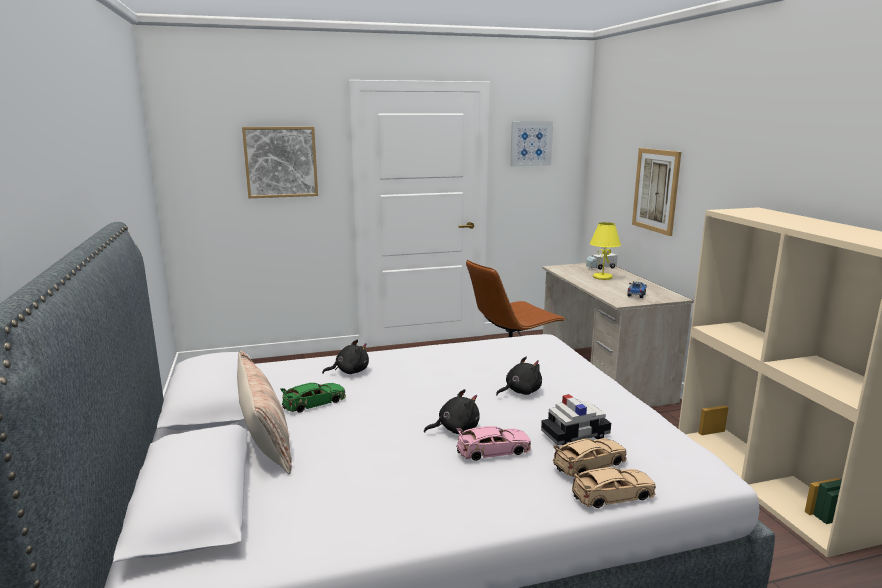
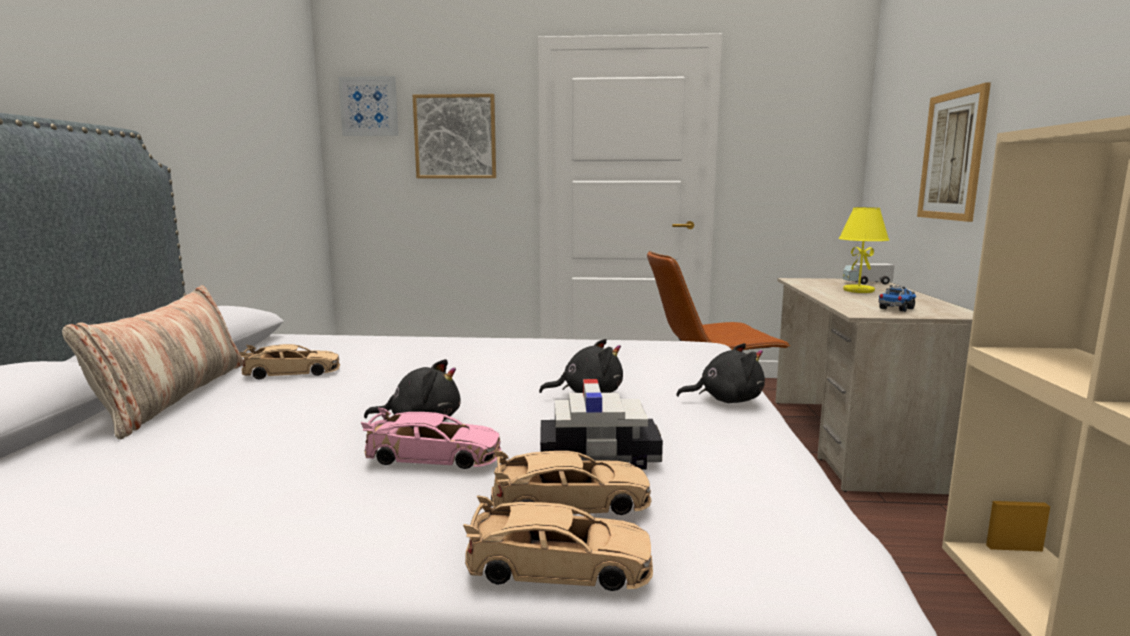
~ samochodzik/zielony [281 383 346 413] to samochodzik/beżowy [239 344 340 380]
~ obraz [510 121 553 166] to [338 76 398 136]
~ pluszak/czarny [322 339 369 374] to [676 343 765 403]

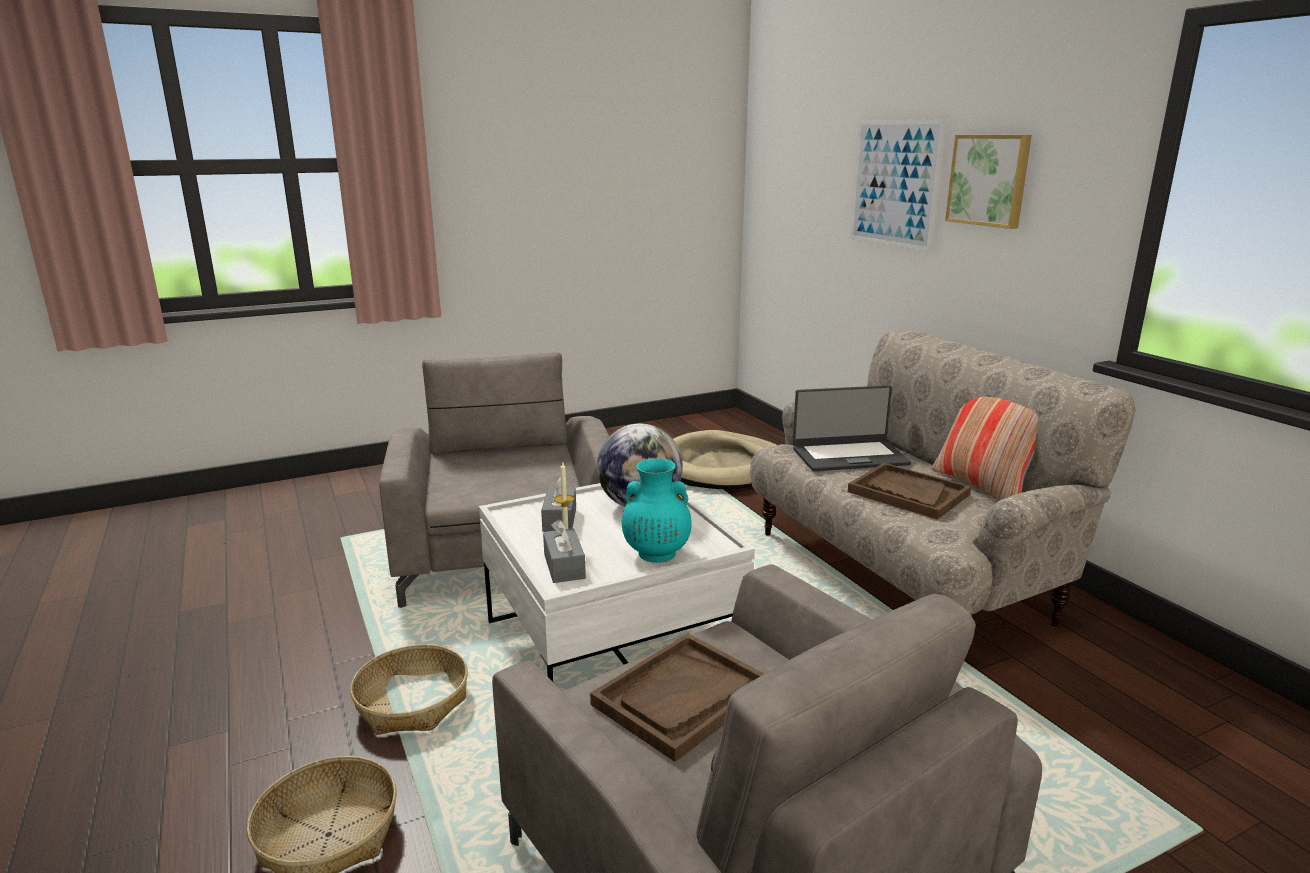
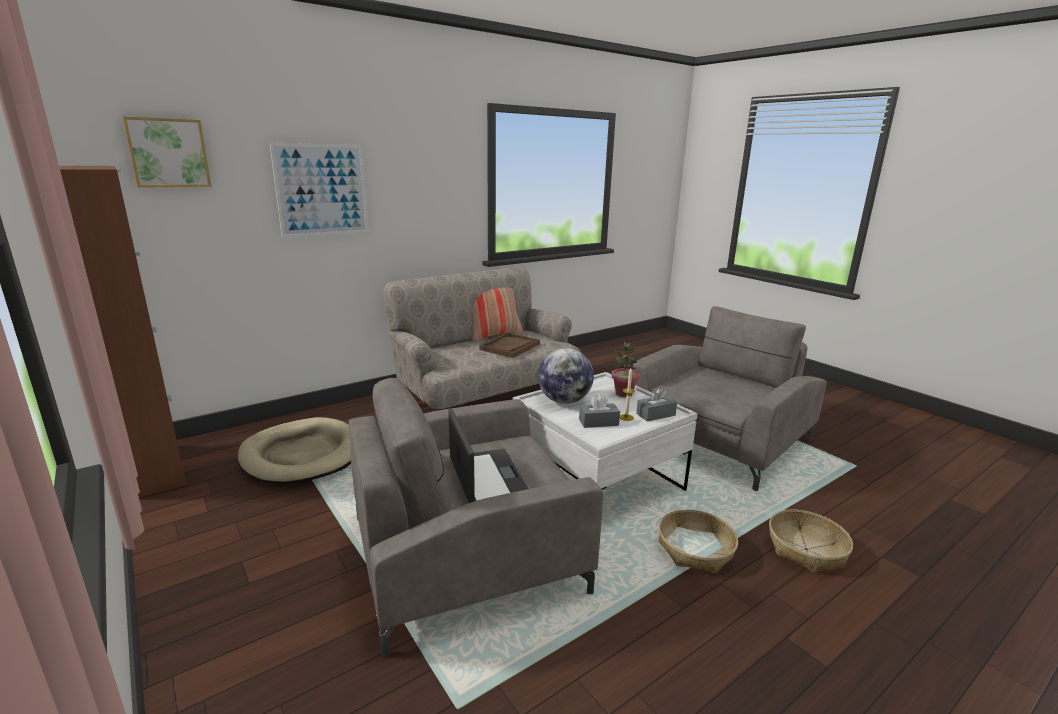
+ szafka/brązowy [59 166 187 498]
~ obraz [945 135 1032 229] to [123 116 212 188]
~ laptop [792 385 911 471] to [448 408 528 503]
~ wazon/turkusowy [622 458 692 563] to roślina doniczkowa [611 342 640 397]
- taca/brązowy [590 634 764 762]

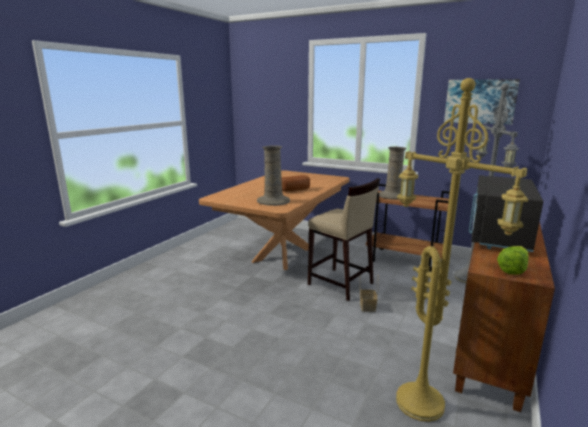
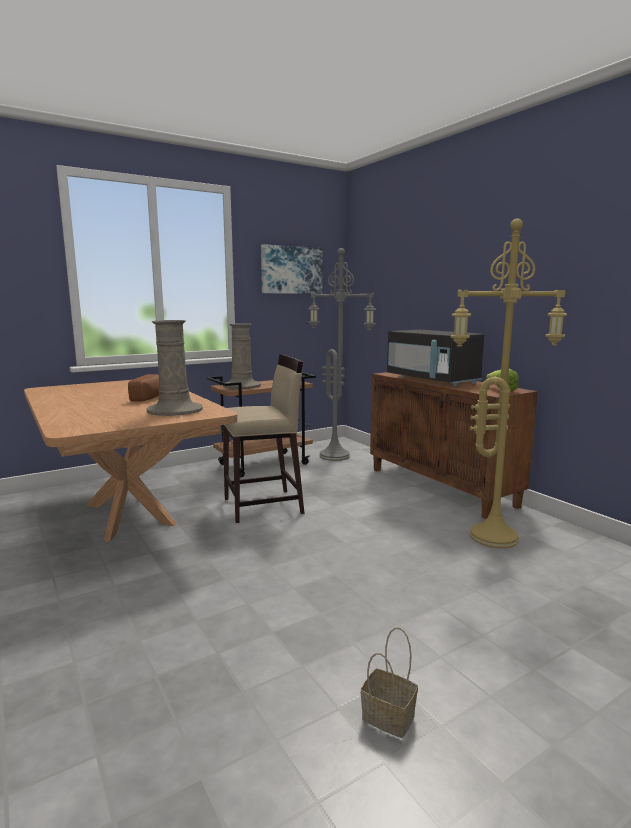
~ koszyk [359 275 379 312] to [361 628 418 738]

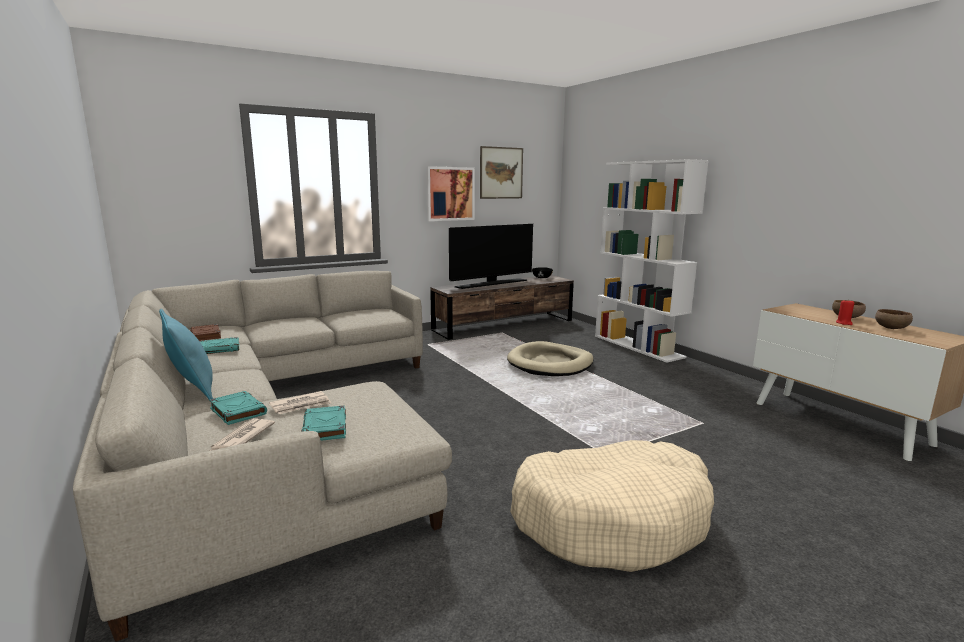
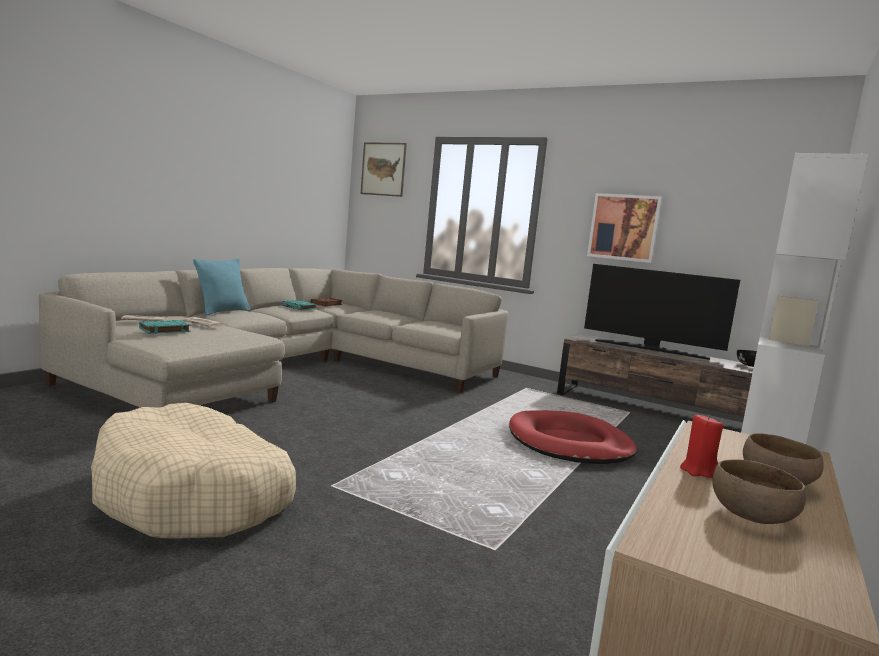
~ obraz [480 146 523 199] to [361 142 407 197]
~ legowisko/beżowy [507 341 594 376] to legowisko/czerwony [509 410 637 464]
- książka/turkusowy [209 391 267 425]

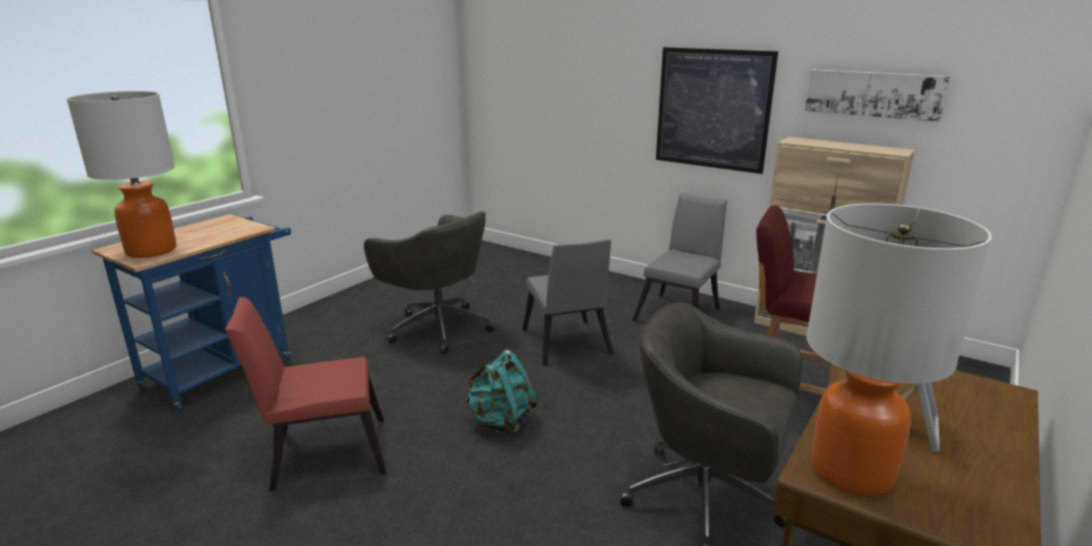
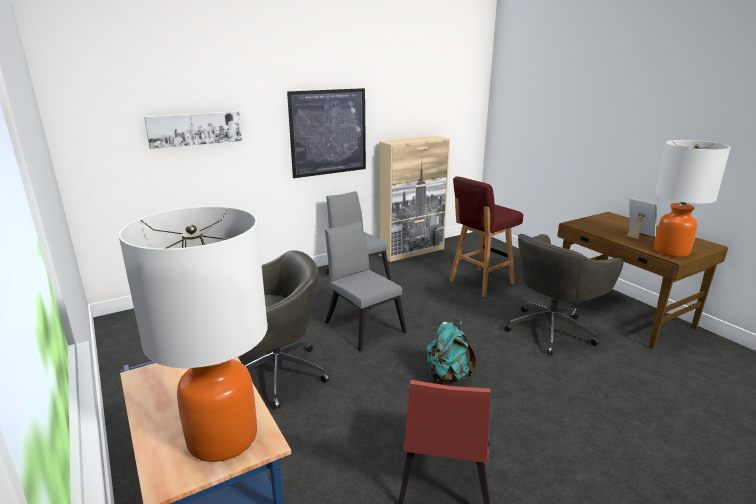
~ obraz [805 69 950 122] to [144 111 242 149]
~ krzesło/szary [522 239 614 366] = [325 222 407 351] 135 degrees counterclockwise

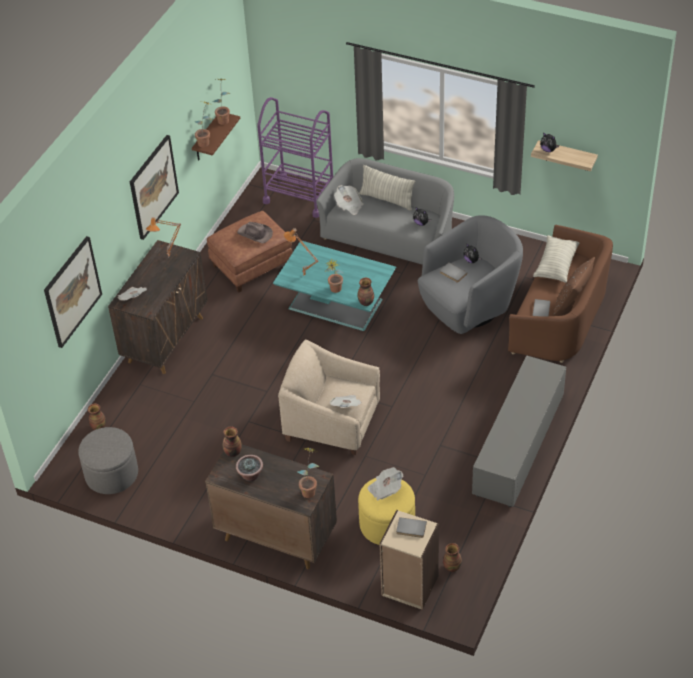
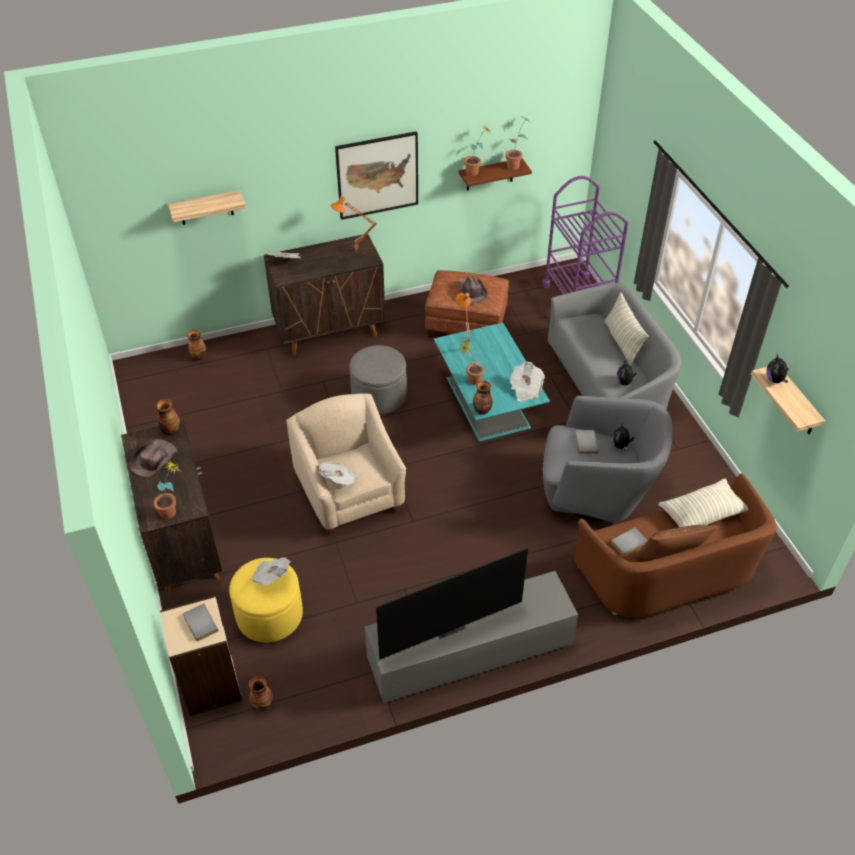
~ roślina doniczkowa [236 455 263 481] to kapelusz/brązowy [130 439 177 477]
~ obraz [44 236 102 348] to półka [168 190 246 225]
~ pufa/szary [78 427 138 494] to [349 345 407 414]
+ telewizor [376 548 528 659]
~ gazeta [334 185 364 215] to [509 362 545 402]

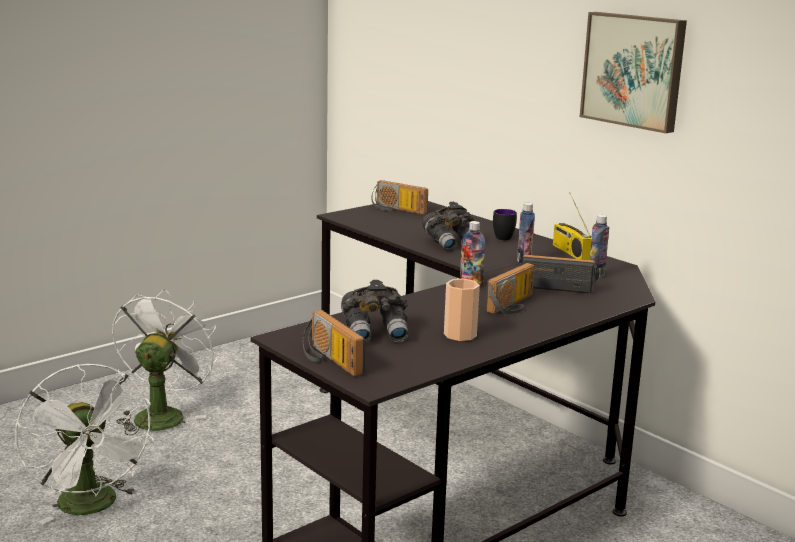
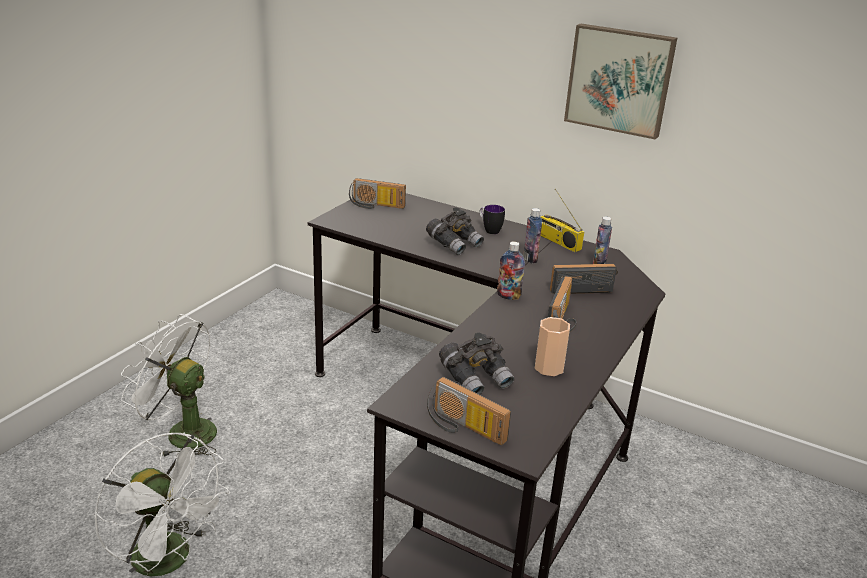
~ wentylator/biały [112 289 220 436] = [121 314 217 457] 60 degrees counterclockwise

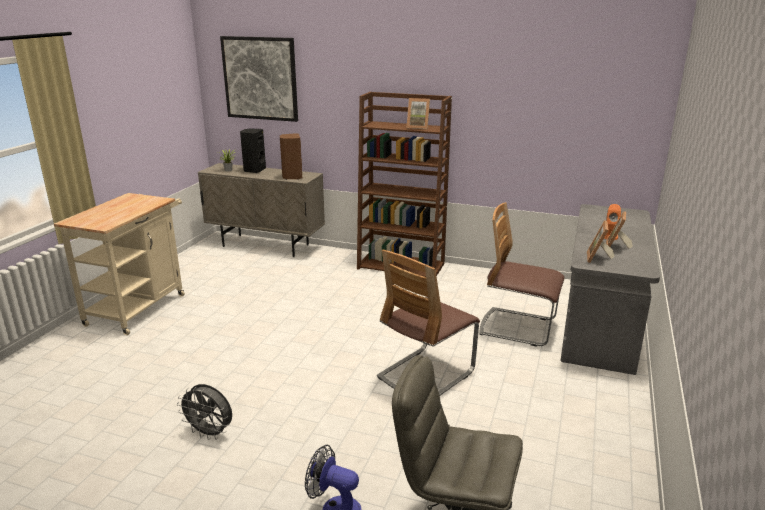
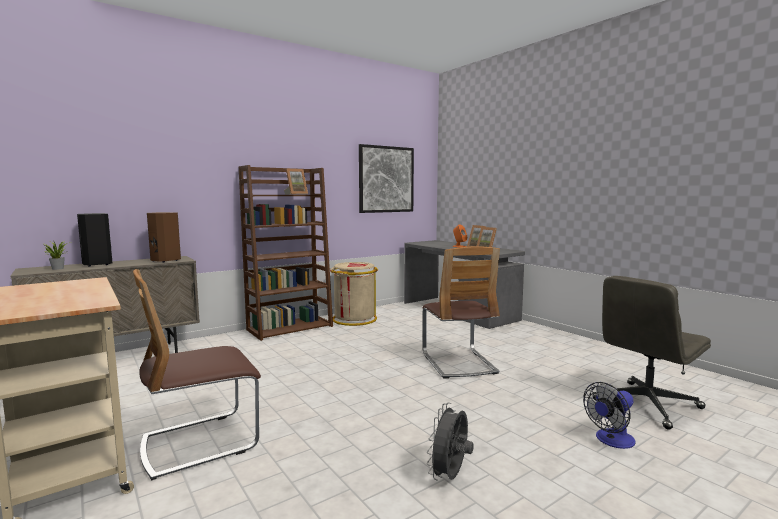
~ krzesło [479 202 564 347] to [133 269 261 480]
+ kosz na śmieci/beżowy [330 262 378 326]
~ obraz [220 36 298 122] to [359 144 414 213]
~ wentylator/szary [177 384 232 440] = [427 403 474 481] 150 degrees clockwise

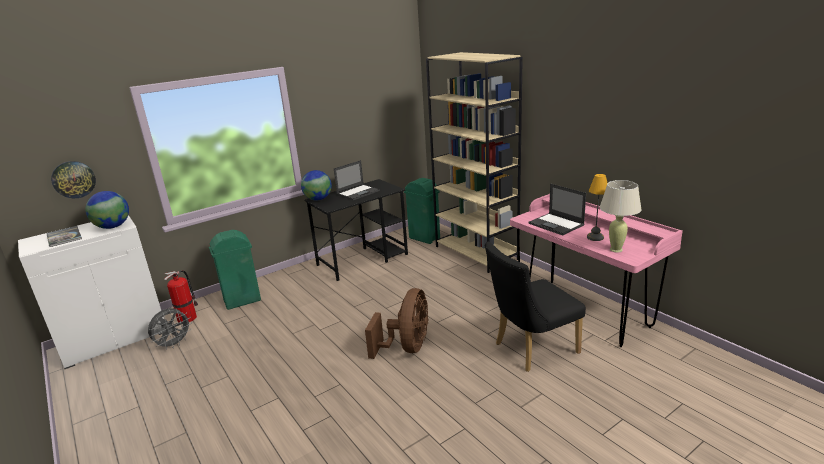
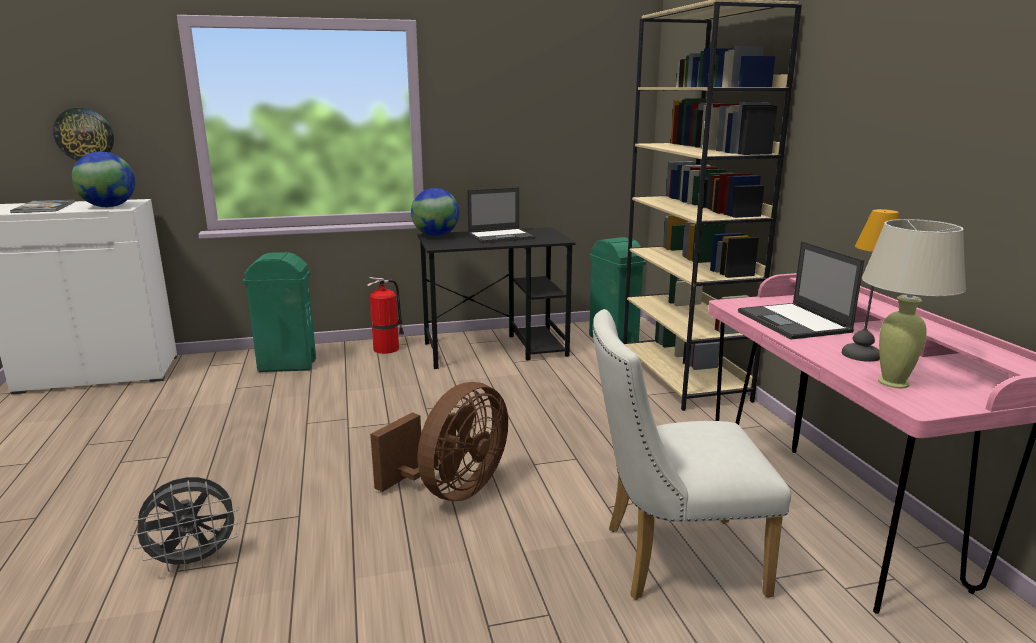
~ wentylator/szary [148 308 192 350] to [130 477 241 572]
~ gaśnica [164 270 198 323] to [368 277 404 354]
~ krzesło/czarny [485 242 586 372] to krzesło/biały [593 309 791 600]

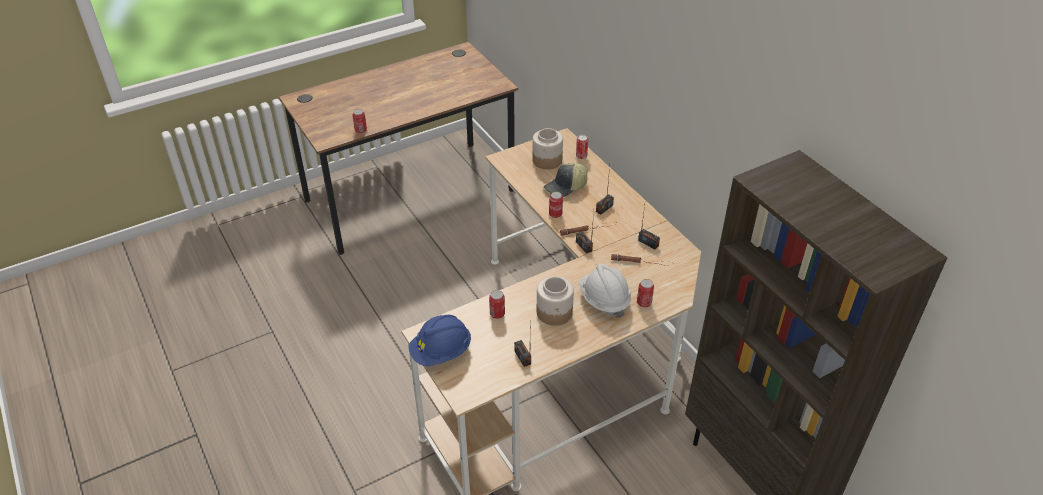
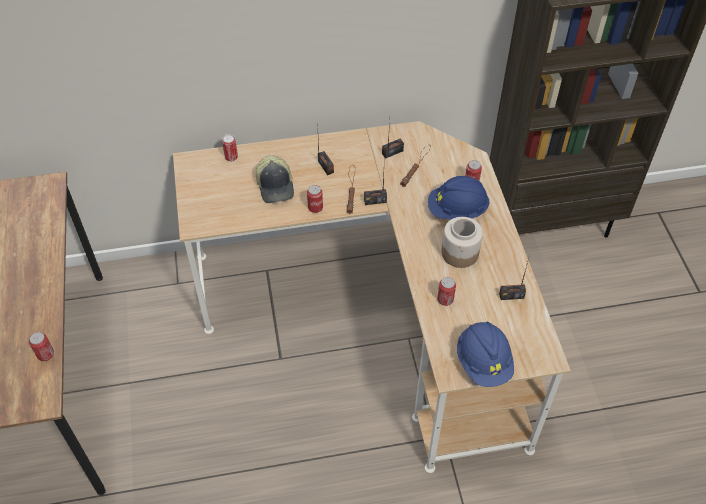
~ kask/biały [579 264 631 318] to kask/niebieski [428 176 490 220]
- słoik [532 128 563 170]

